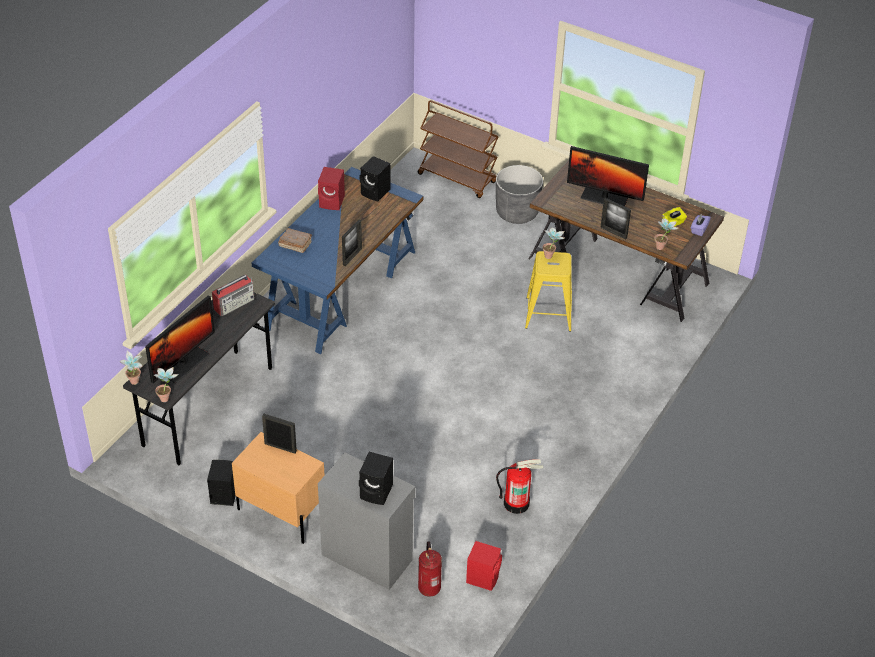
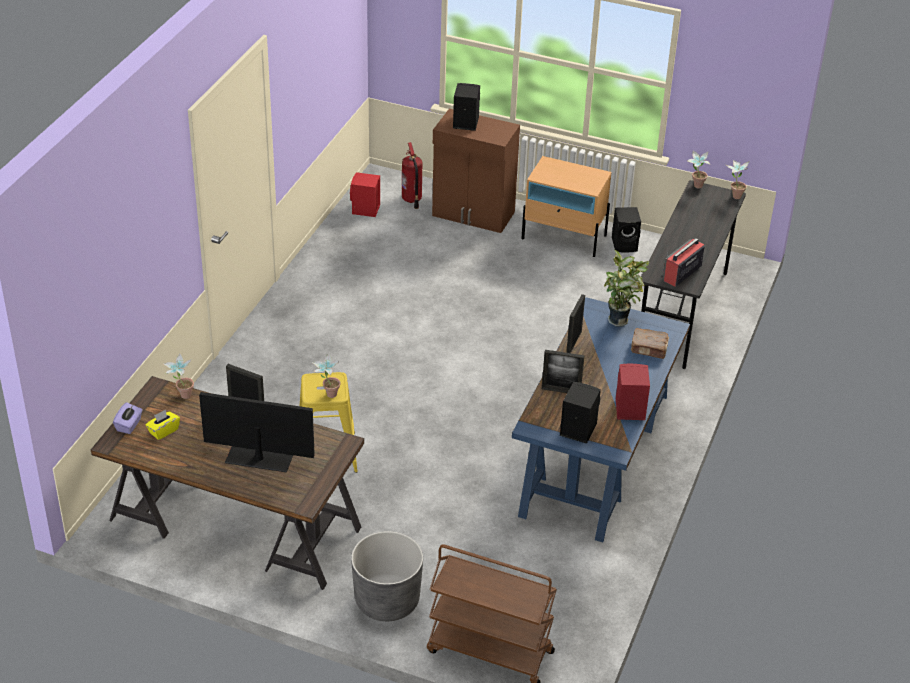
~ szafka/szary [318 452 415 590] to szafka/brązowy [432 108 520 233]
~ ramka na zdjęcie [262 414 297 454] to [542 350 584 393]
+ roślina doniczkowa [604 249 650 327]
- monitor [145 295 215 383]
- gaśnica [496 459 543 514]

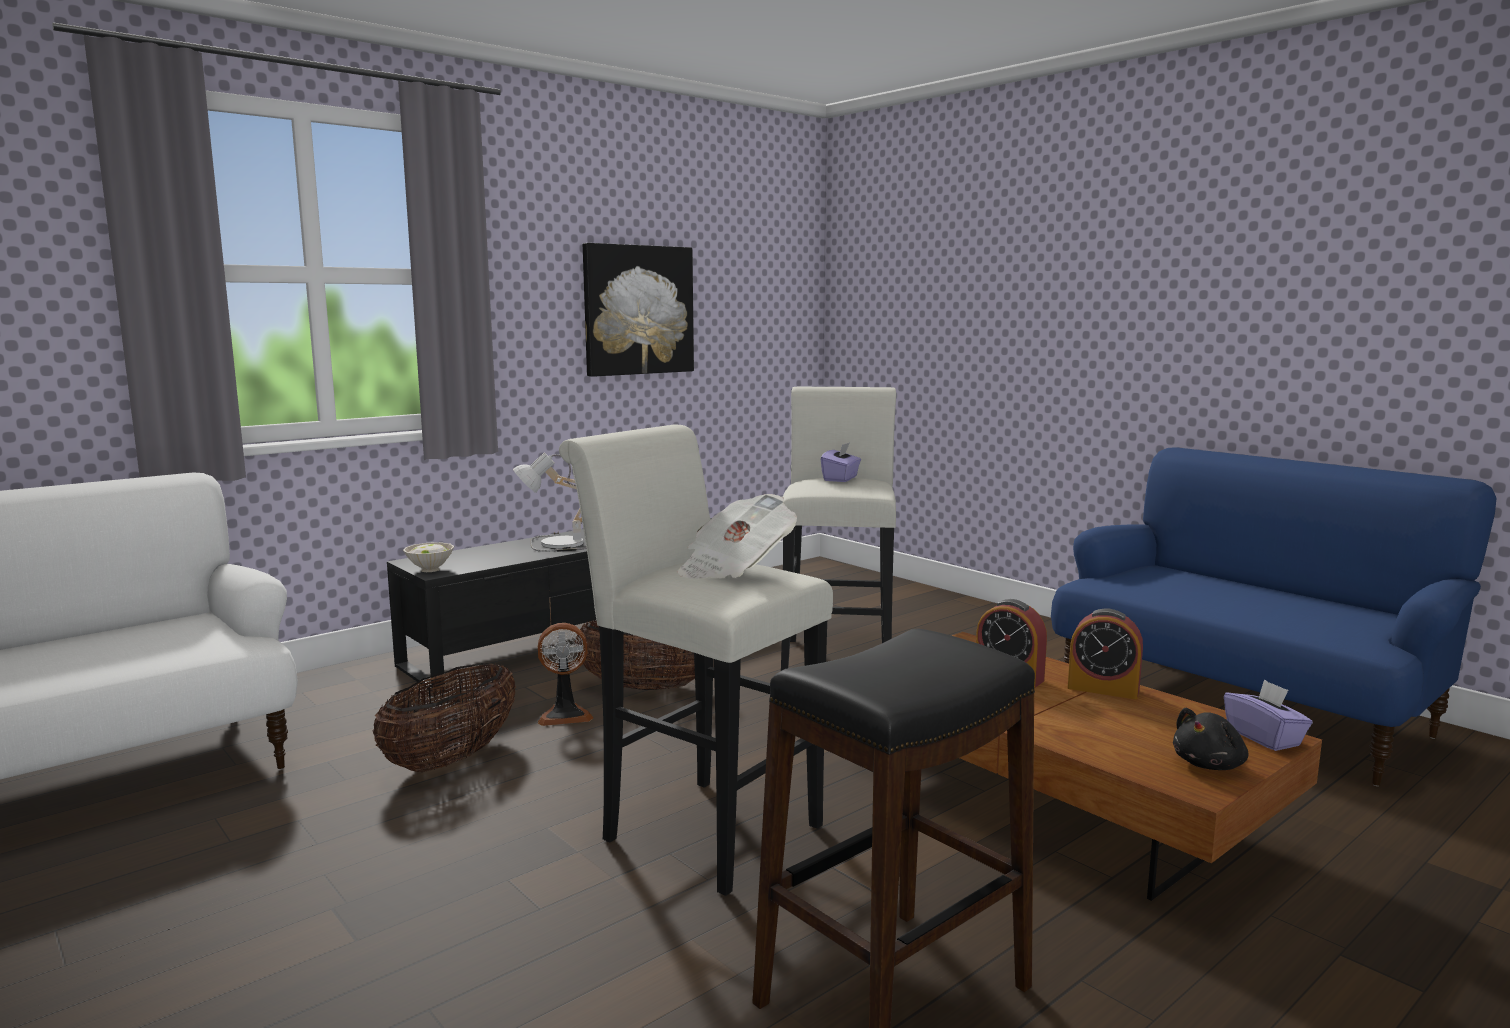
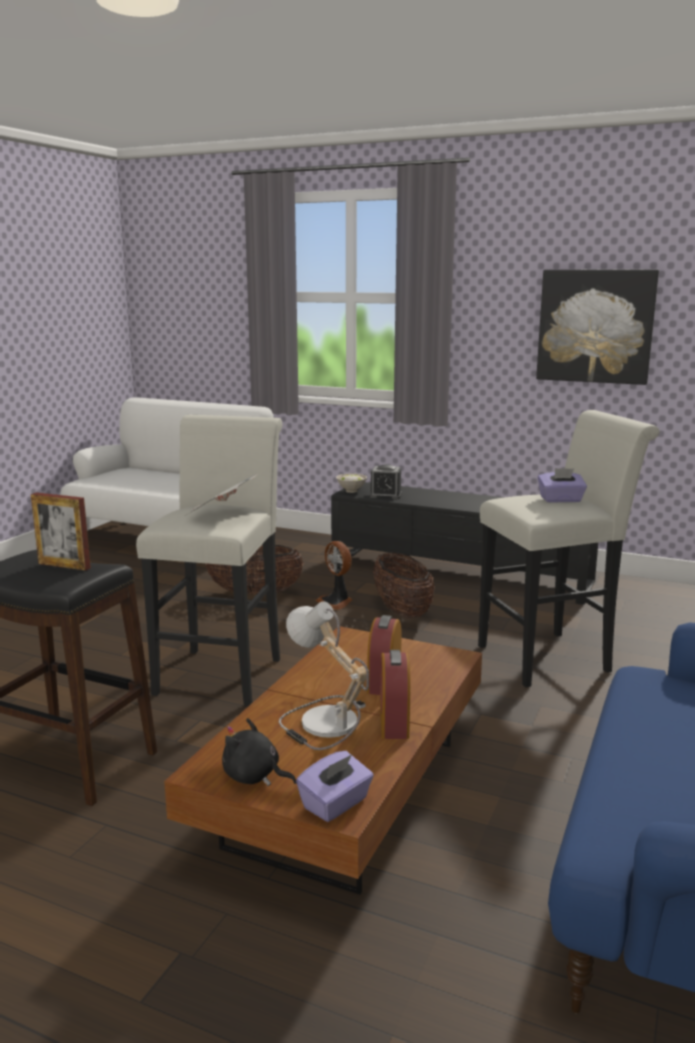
+ ramka na zdjęcie [31 492 91 571]
~ lampa stołowa [513 452 587 552] to [279 601 369 750]
+ budzik [369 465 402 499]

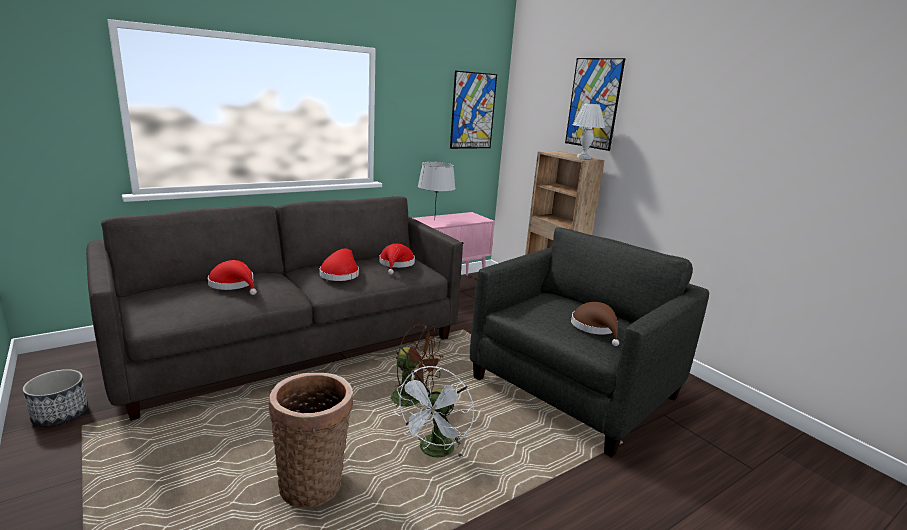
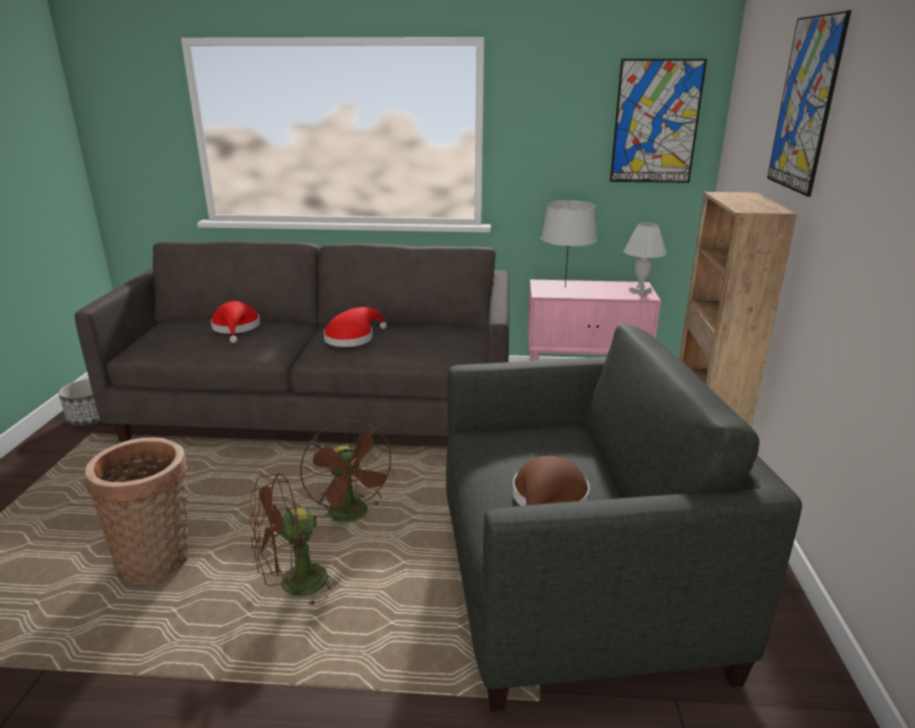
~ wentylator/biały [394 366 474 457] to wentylator/brązowy [250 473 339 608]
~ lampa stołowa/biały [573 103 605 159] to [624 223 666 295]
- kapelusz/czerwony [379 243 415 274]

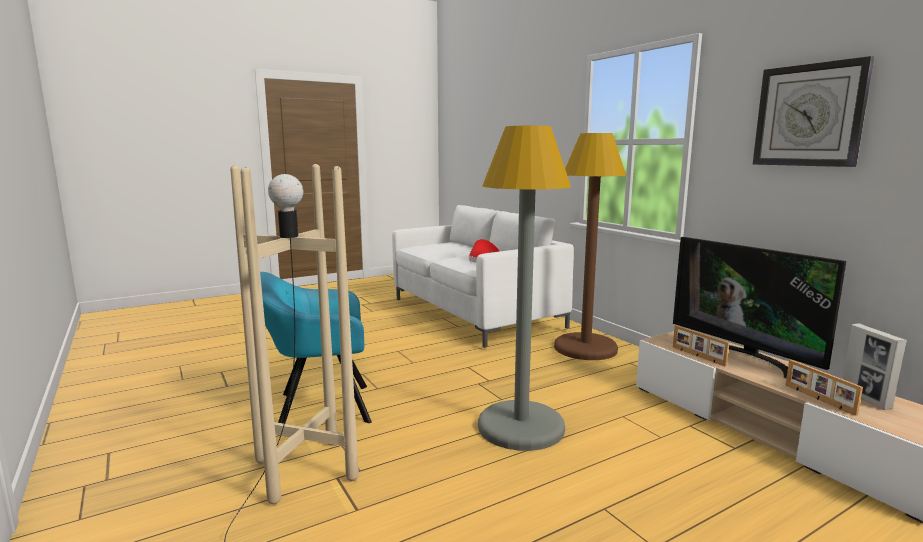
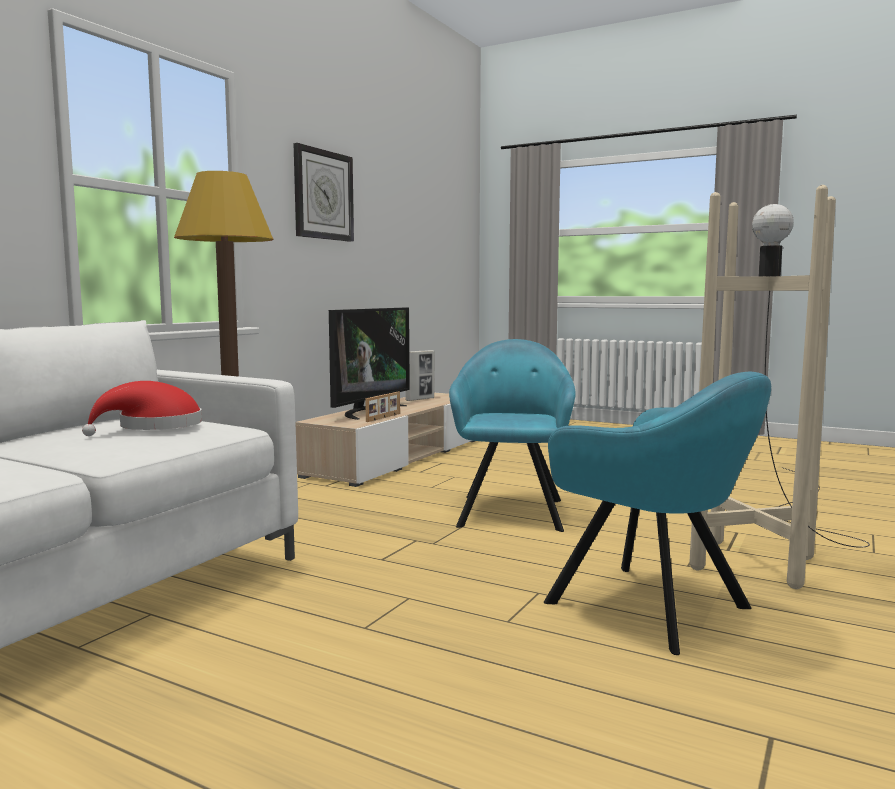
~ lampa stojąca/szary [478 126 571 451] to fotel/turkusowy [449 339 576 532]
- ramka na zdjęcie [786 360 863 416]

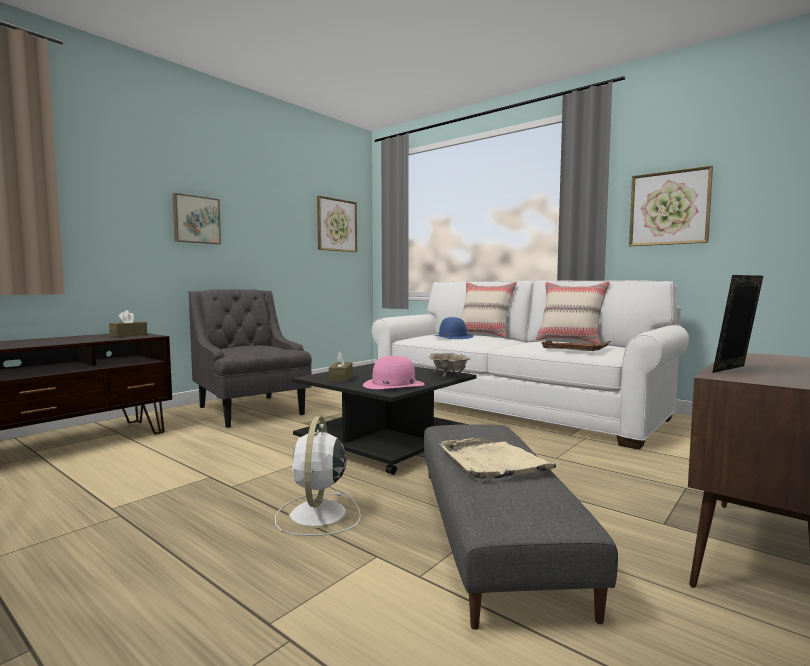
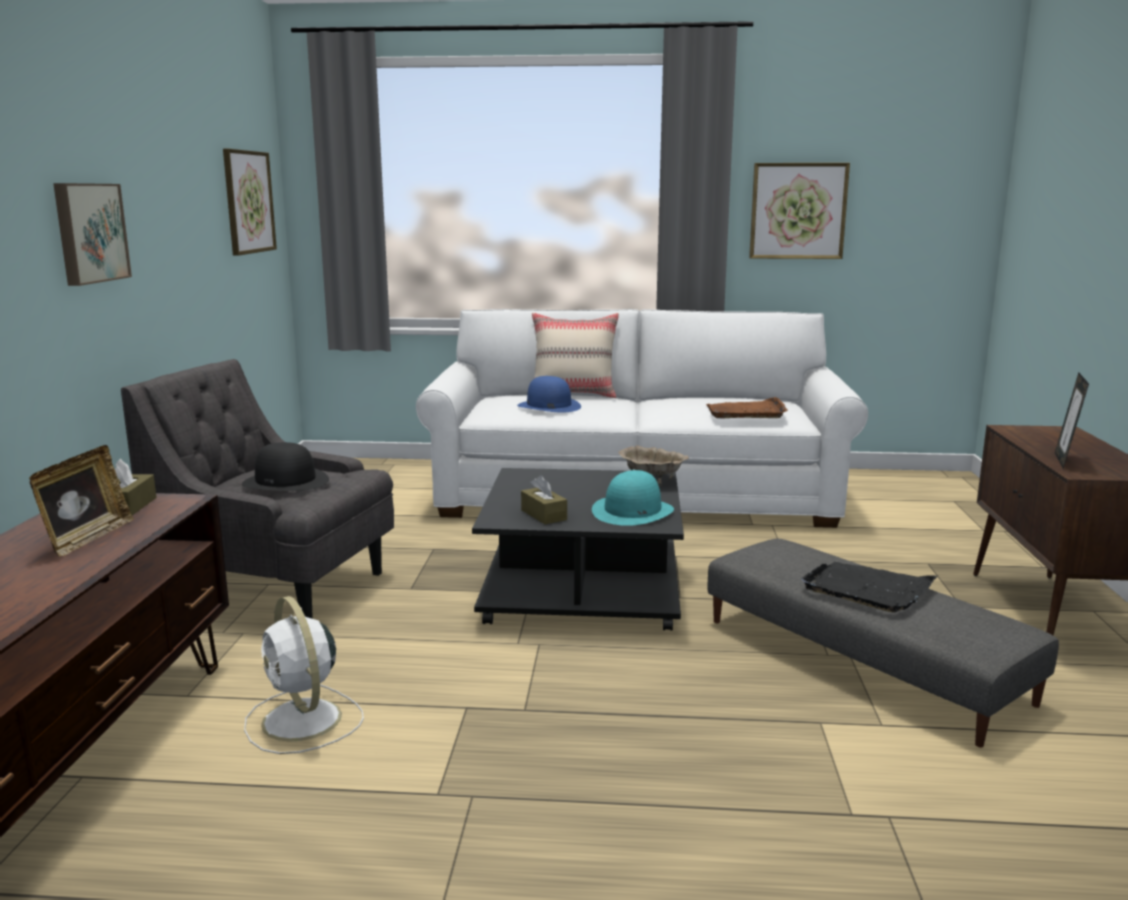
+ ramka na zdjęcie [29 445 134 557]
+ kapelusz/czarny [242 442 329 491]
~ wentylator/biały [275 416 361 536] to [244 596 364 754]
~ kapelusz/różowy [363 356 425 389] to kapelusz/turkusowy [592 470 674 526]
~ taca/beżowy [439 438 561 479] to taca/czarny [801 562 938 613]
- poduszka/beżowy [536 281 610 344]

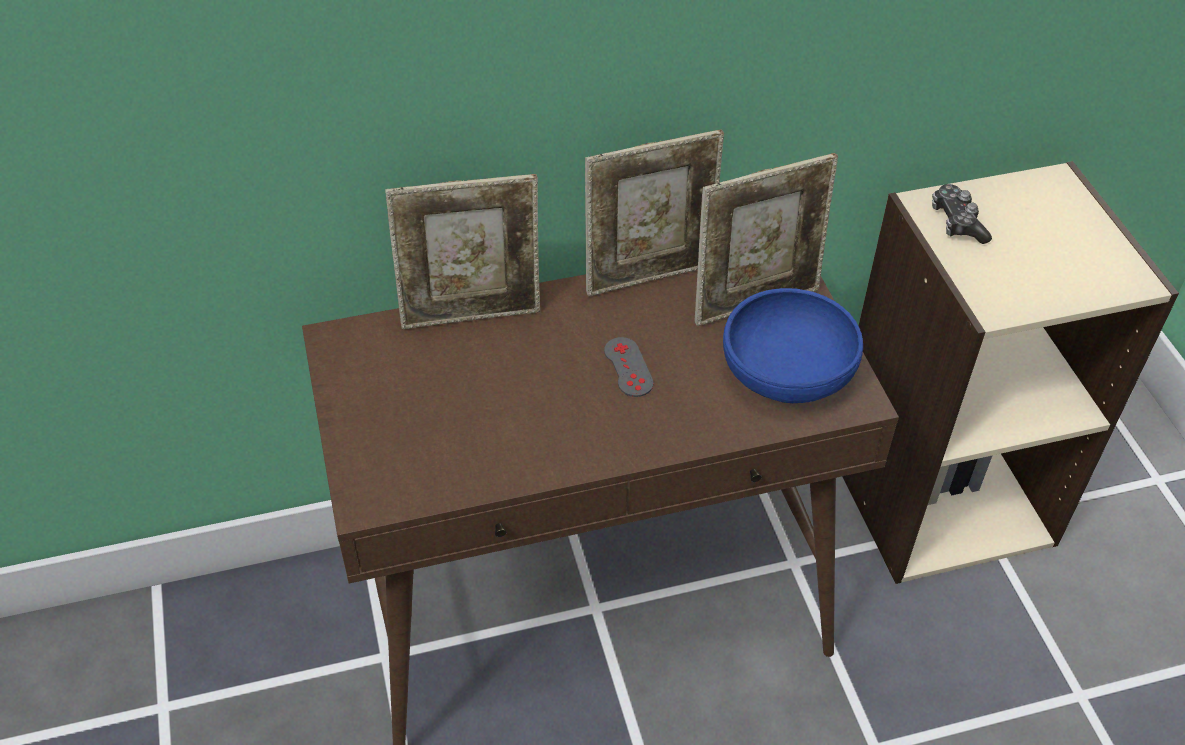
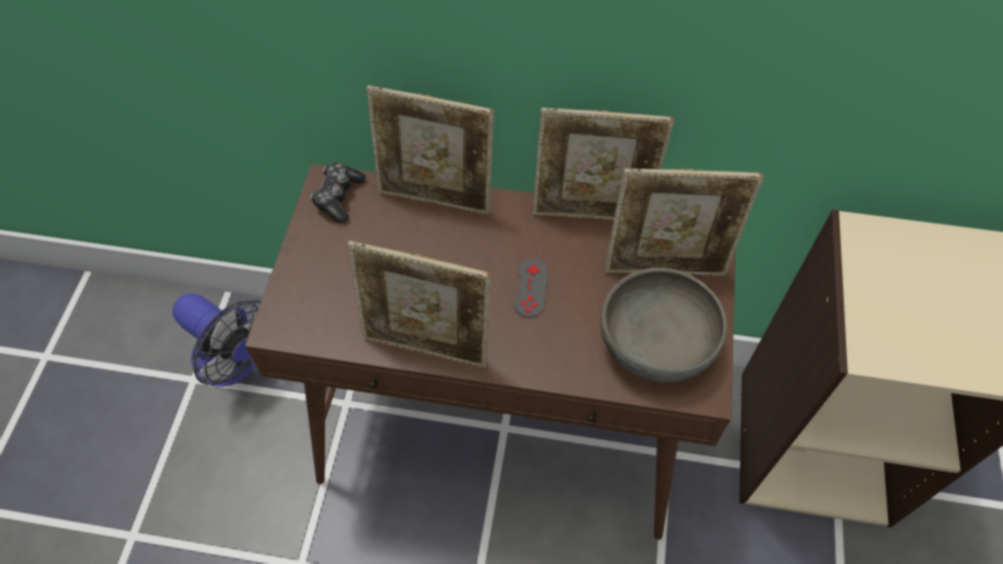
+ wentylator [173 294 261 387]
~ pad do gier [932 184 992 244] to [310 162 366 223]
+ ramka na zdjęcie [348 240 492 367]
~ miska/niebieski [723 288 863 403] to miska/szary [601 268 727 382]

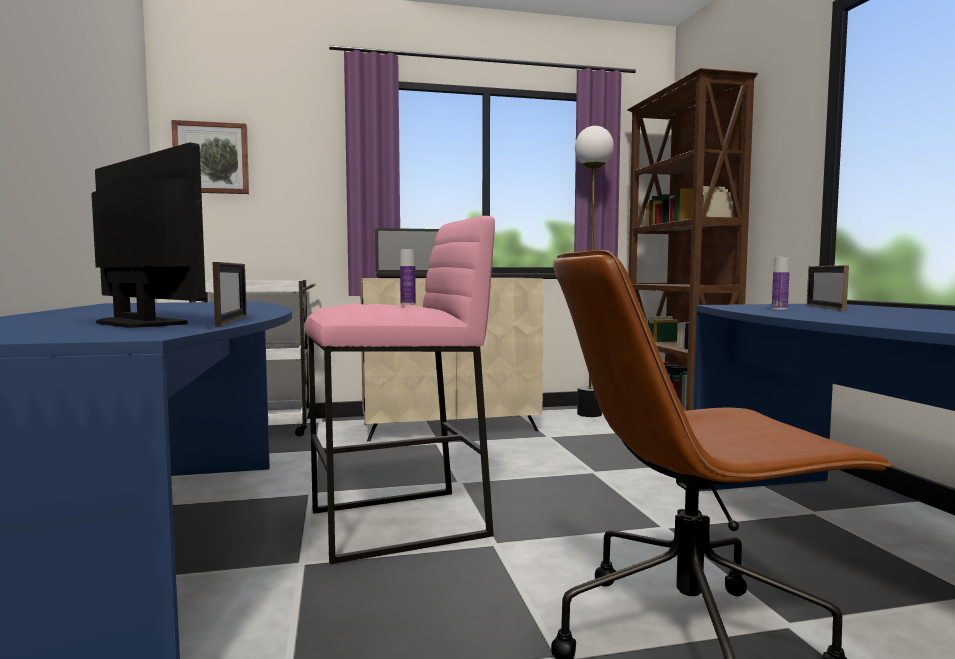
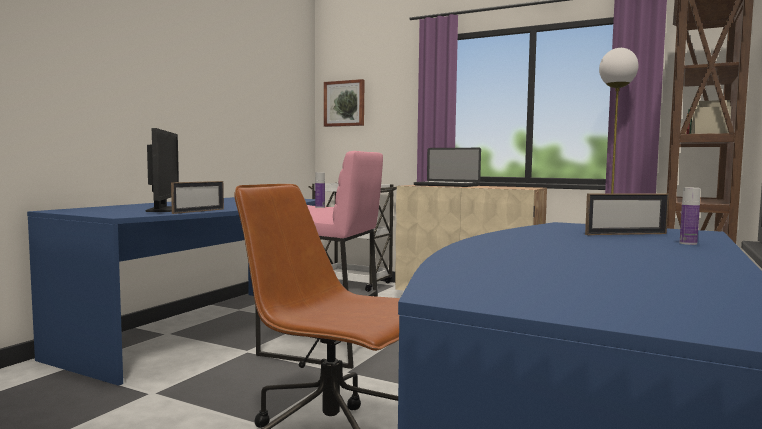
~ ramka na zdjęcie [807 265 849 311] = [585 193 669 235] 150 degrees counterclockwise
~ butelka [772 256 790 310] to [680 187 700 245]

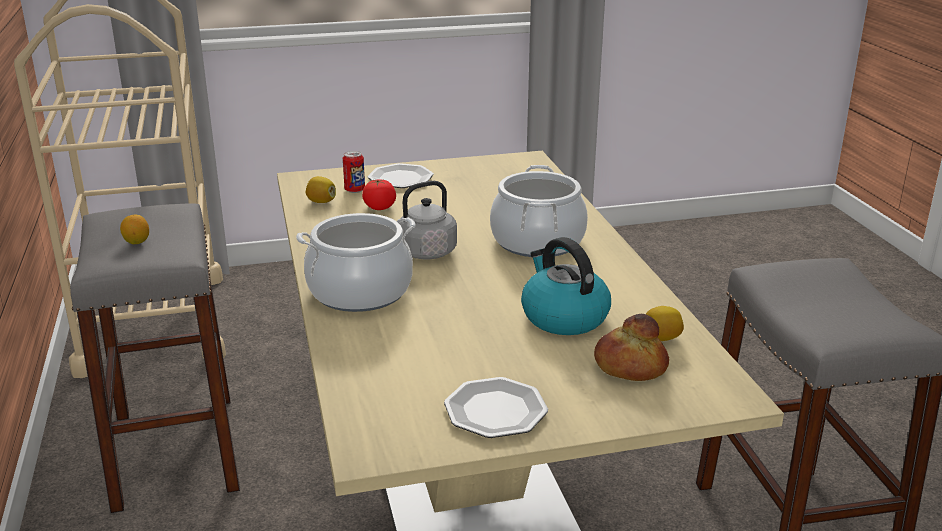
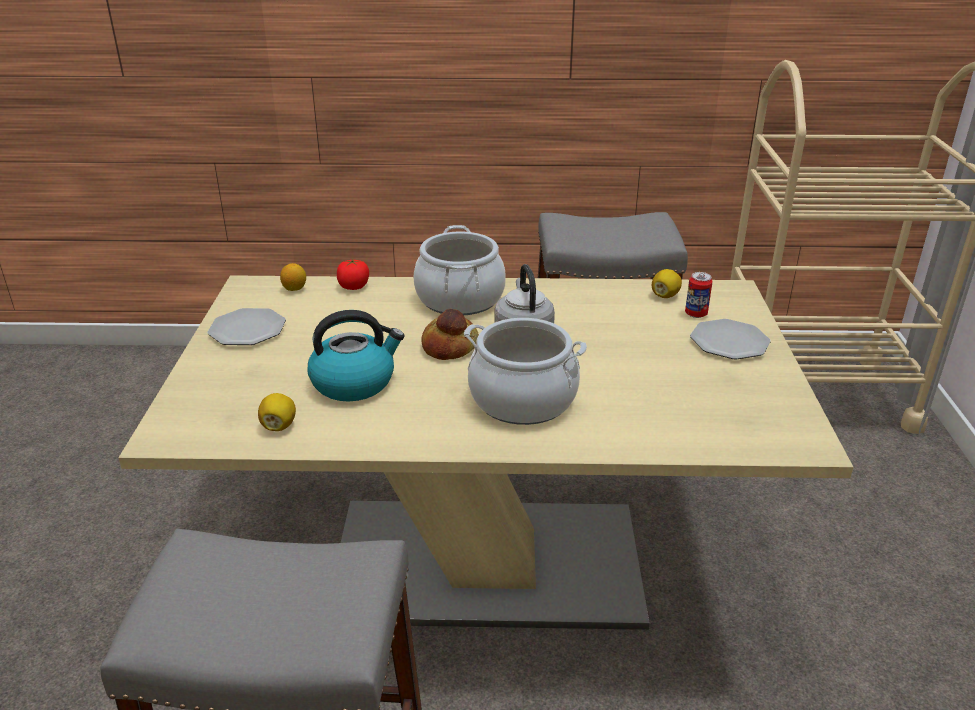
~ cytryna [120 215 149 244] to [280 263 306 291]
~ pomidor [362 179 396 210] to [337 259 369 290]
~ chleb [594 314 669 381] to [421 309 479 360]

